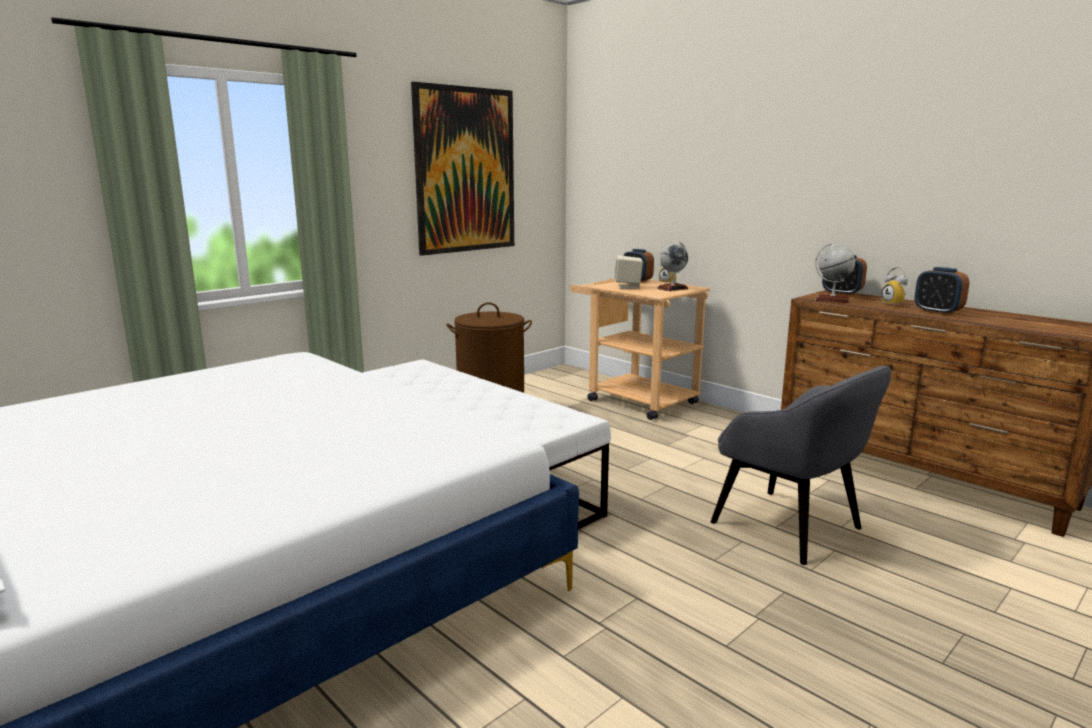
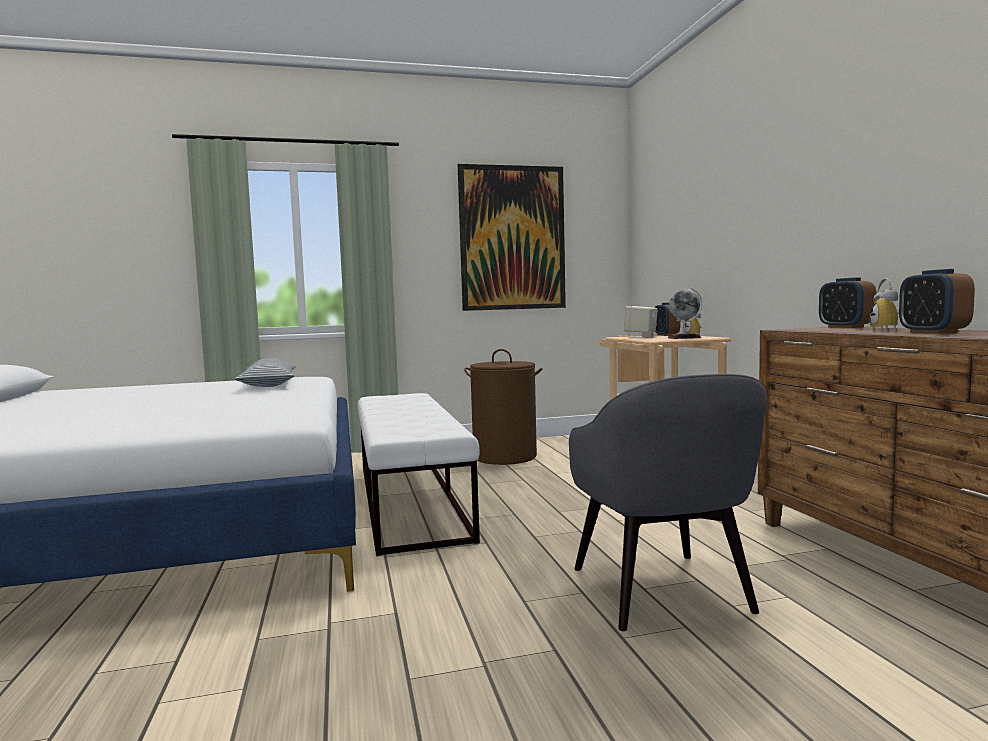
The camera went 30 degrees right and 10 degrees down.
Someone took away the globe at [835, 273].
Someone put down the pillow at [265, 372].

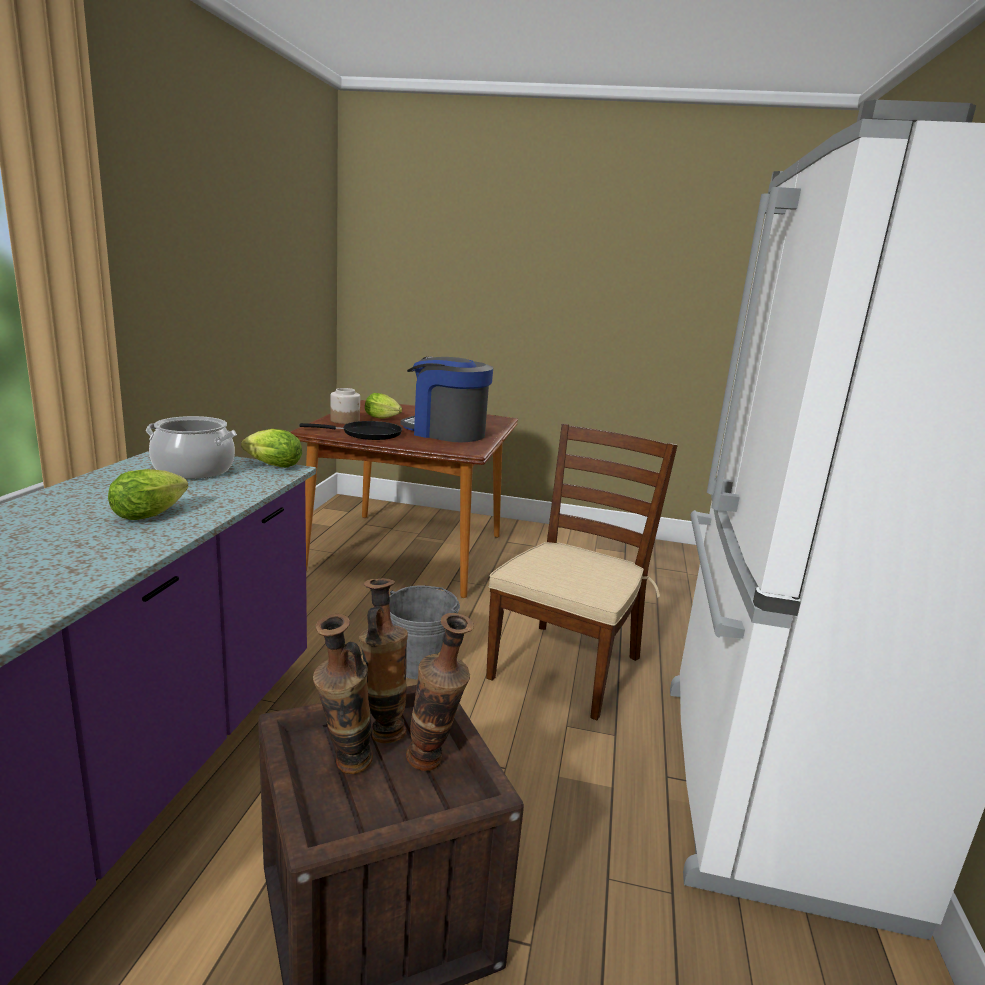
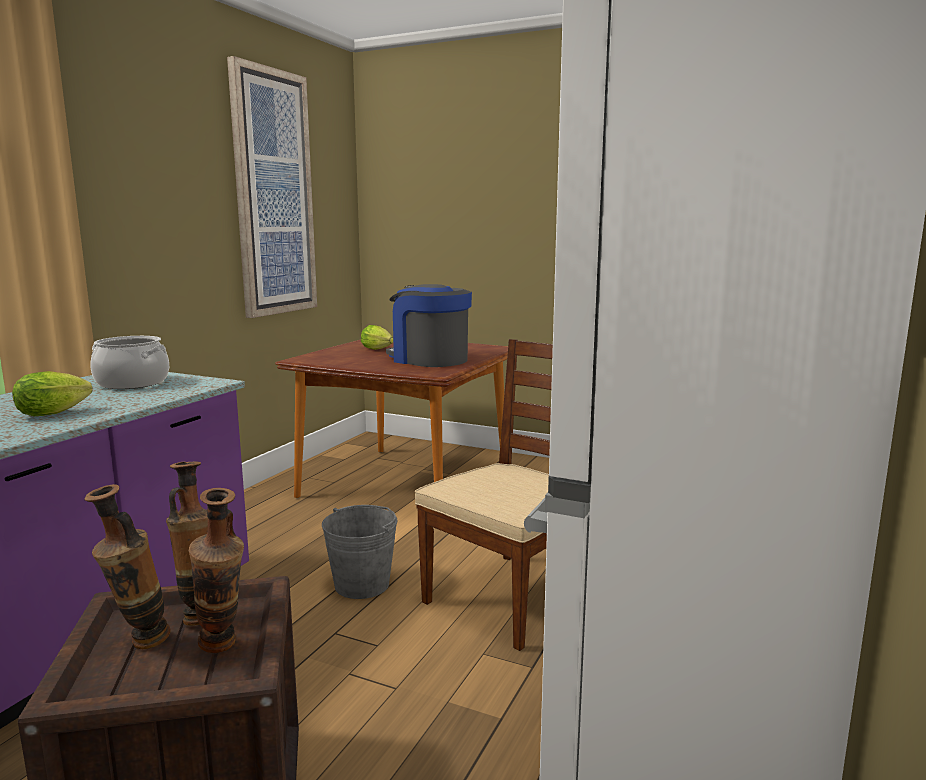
The camera went 15 degrees right and 5 degrees down.
Someone took away the lettuce at [271, 448].
Someone took away the black frying pan at [350, 430].
Someone took away the jar at [345, 406].
Someone put up the picture at [272, 187].

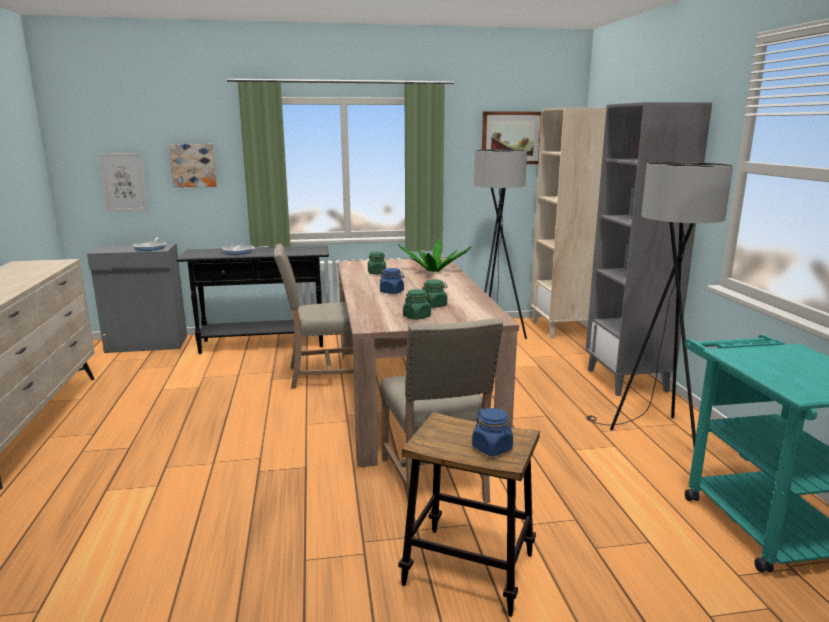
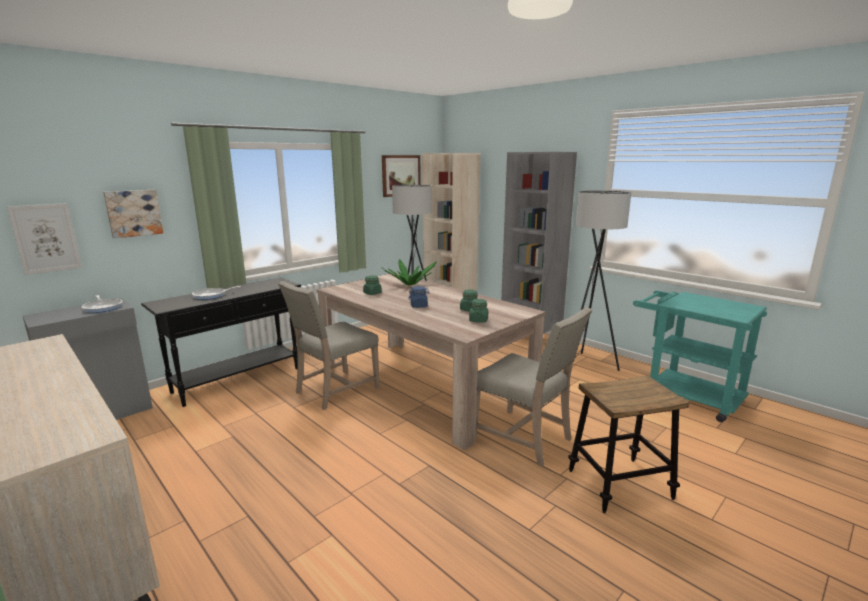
The camera went 35 degrees left and 0 degrees up.
Someone took away the blue jar at [492, 431].

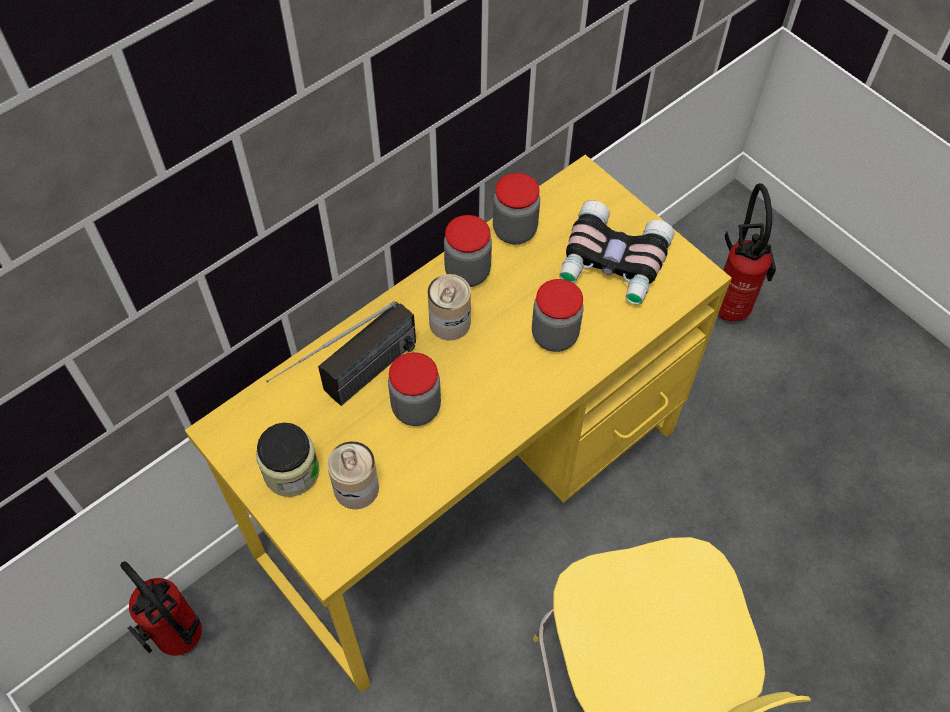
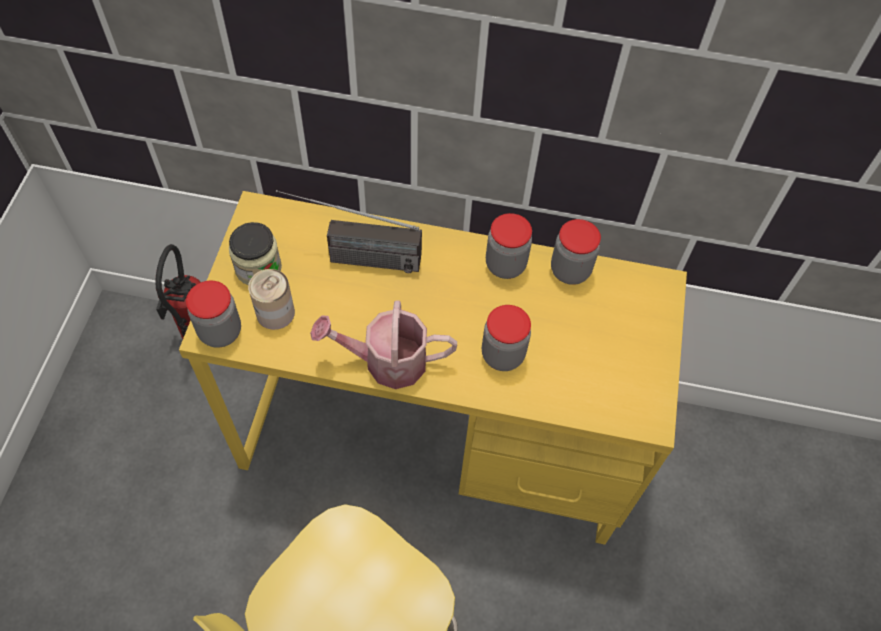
The camera went 50 degrees right and 0 degrees up.
Someone took away the can at [449, 307].
Someone took away the binoculars at [616, 252].
Someone took away the fire extinguisher at [747, 252].
Someone put down the watering can at [383, 344].
Someone carried the jar from [414, 389] to [213, 314].

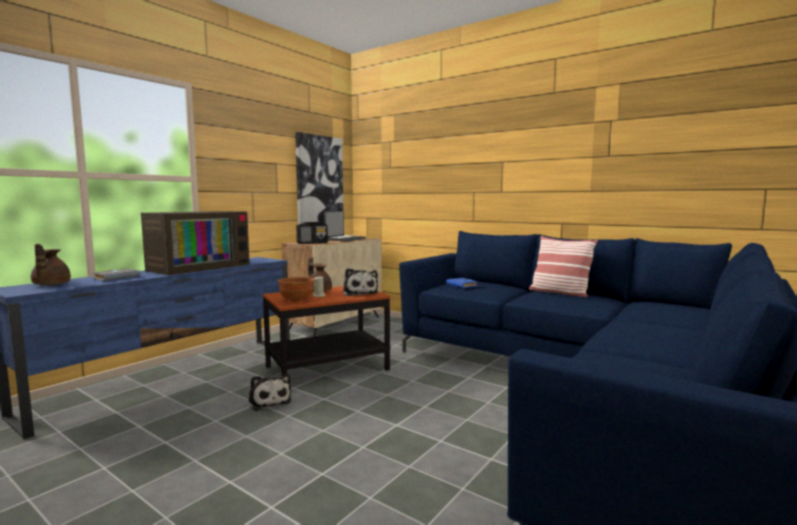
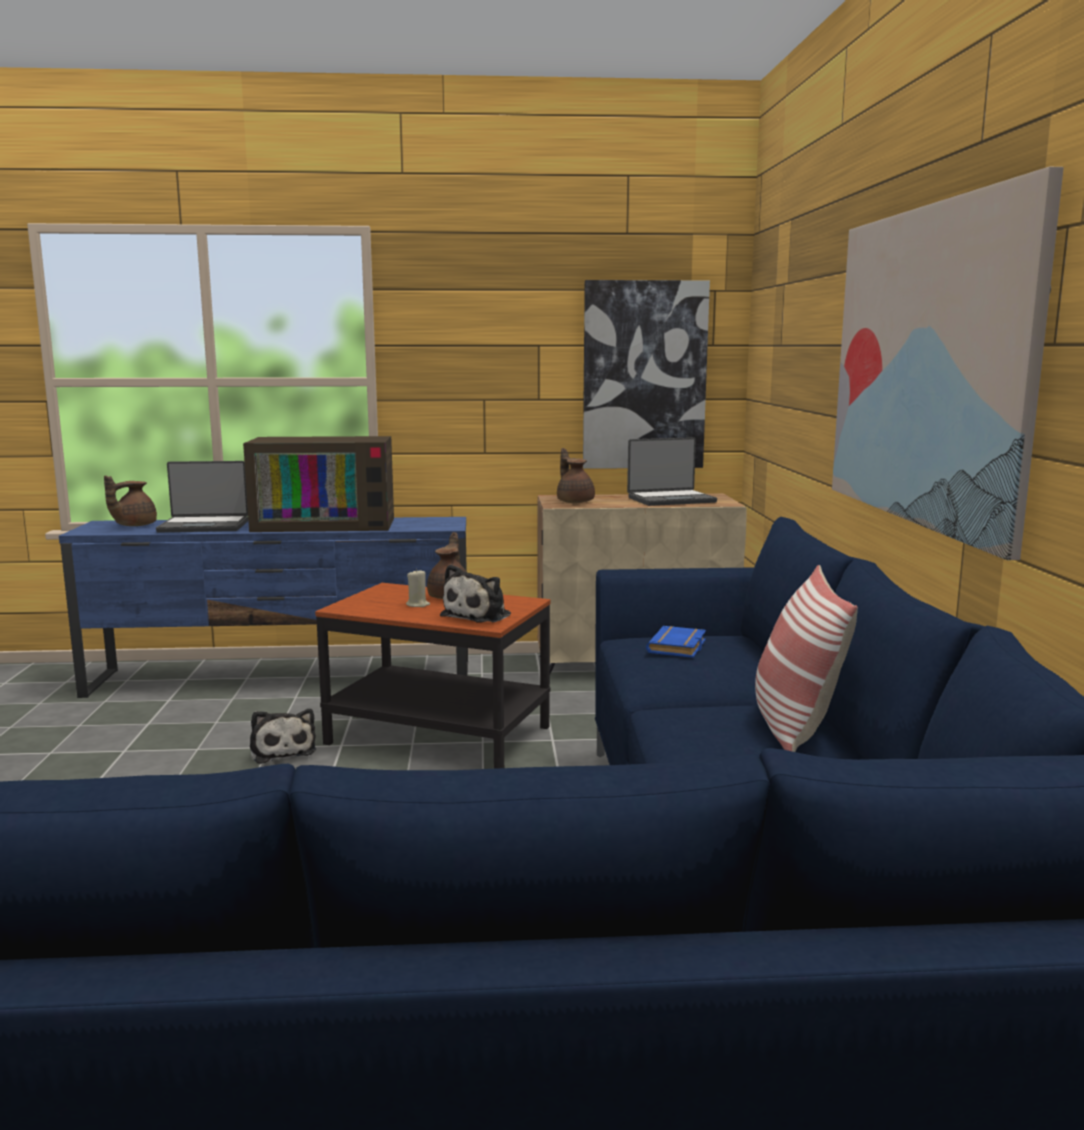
The camera went 50 degrees right and 5 degrees up.
Someone took away the brown bowl at [296, 289].
Someone put up the picture at [948, 363].
Someone swapped the grey book at [116, 274] for the laptop at [202, 496].
Someone swapped the radio at [312, 233] for the brown teapot at [576, 475].
Someone rotated the plush toy at [270, 392] by 45 degrees counterclockwise.

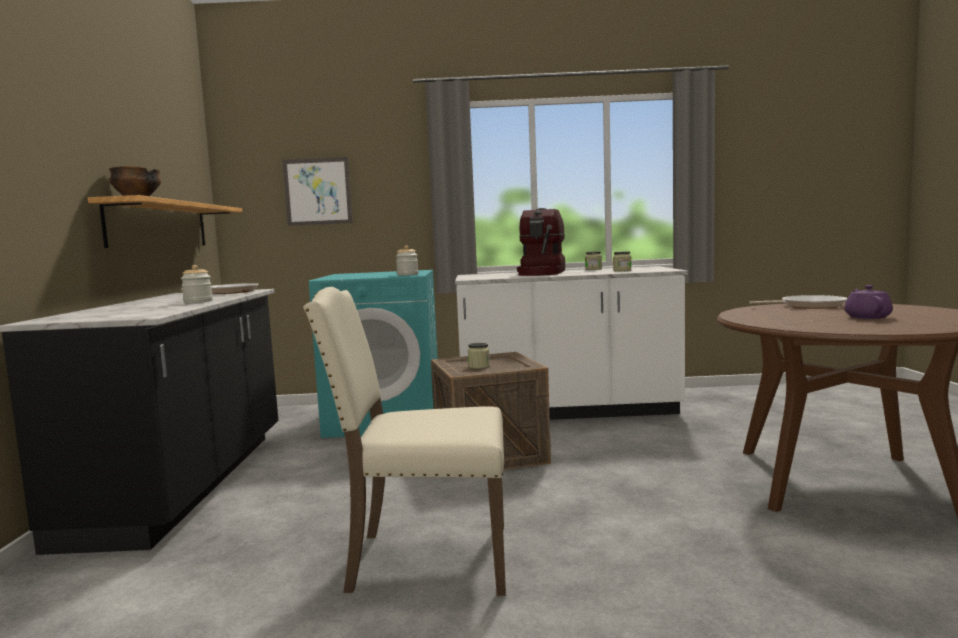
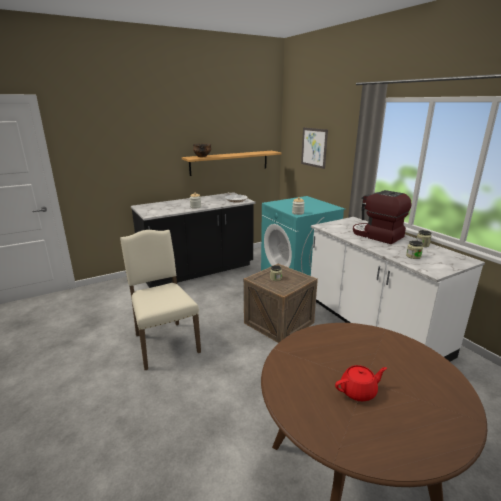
The camera went 60 degrees right and 15 degrees up.
Someone took away the frying pan at [798, 302].
Someone repainted the purple teapot at [868, 302], which became the red teapot at [361, 383].
Someone rotated the coffee machine at [541, 242] by 60 degrees clockwise.

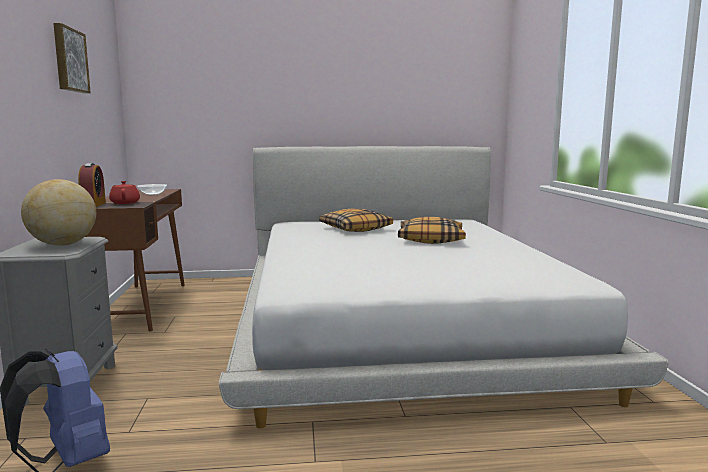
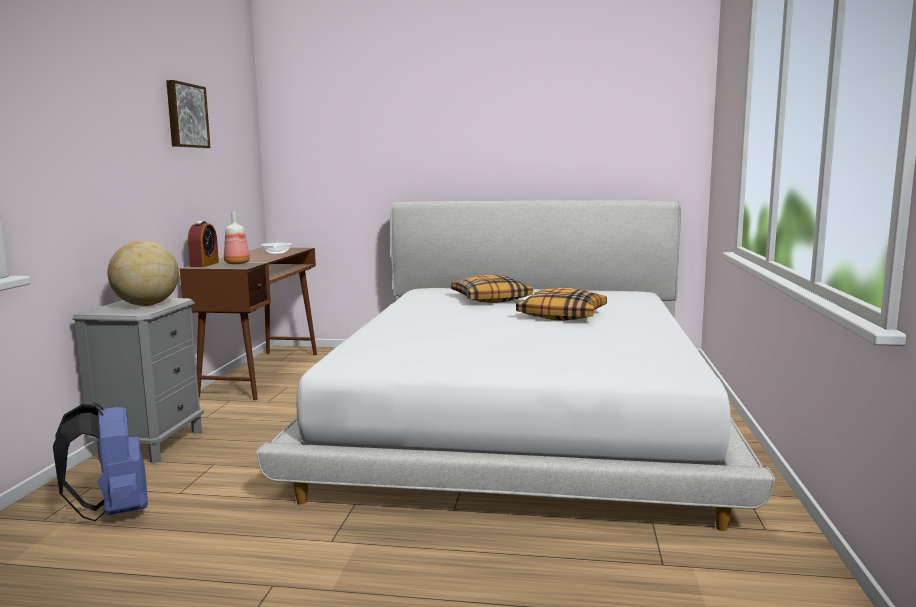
The camera went 15 degrees right and 0 degrees up.
Someone swapped the red teapot at [124, 192] for the bottle at [237, 238].

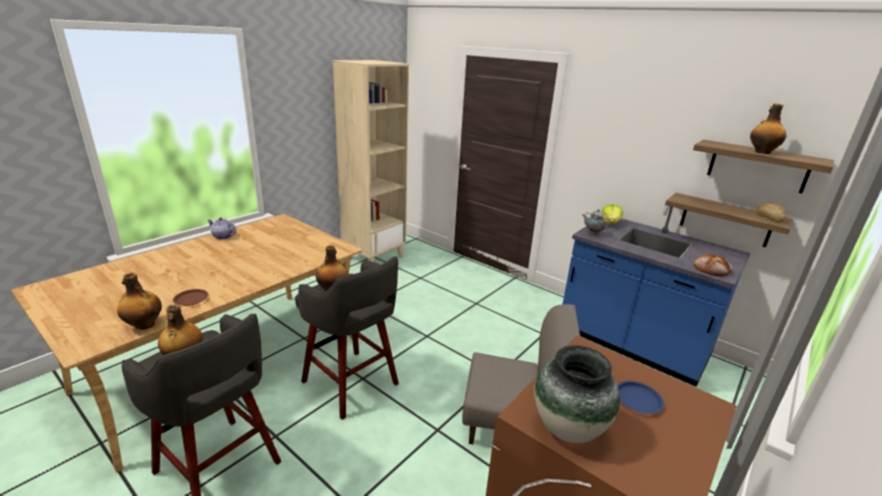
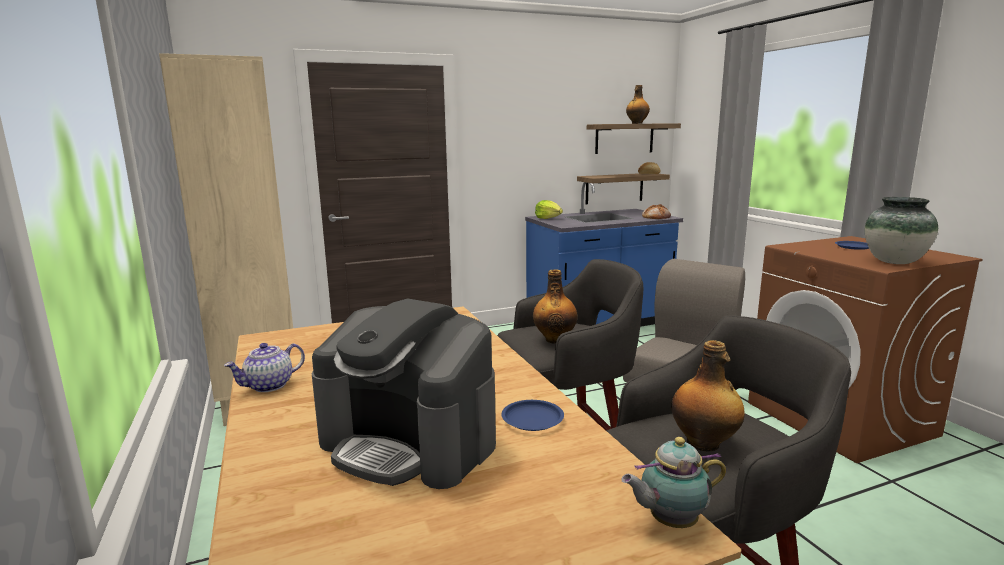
The camera went 60 degrees left and 10 degrees down.
Someone took away the bottle at [139, 301].
Someone put down the coffee machine at [404, 393].
Someone carried the teapot from [596, 222] to [673, 482].
Someone repainted the brown plate at [190, 297], which became the blue plate at [532, 415].

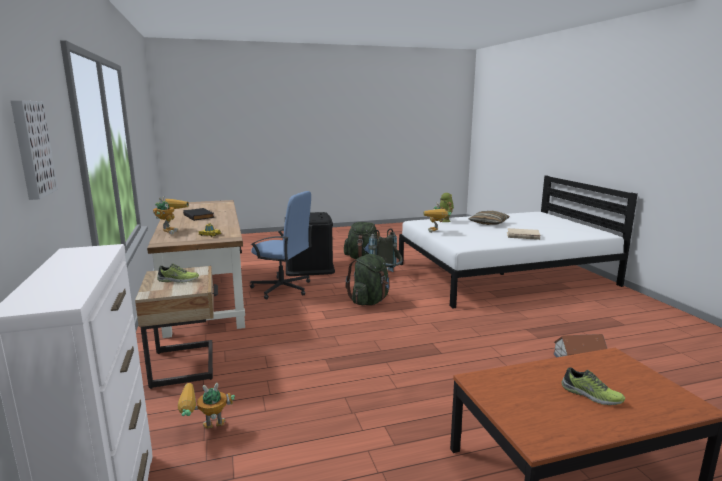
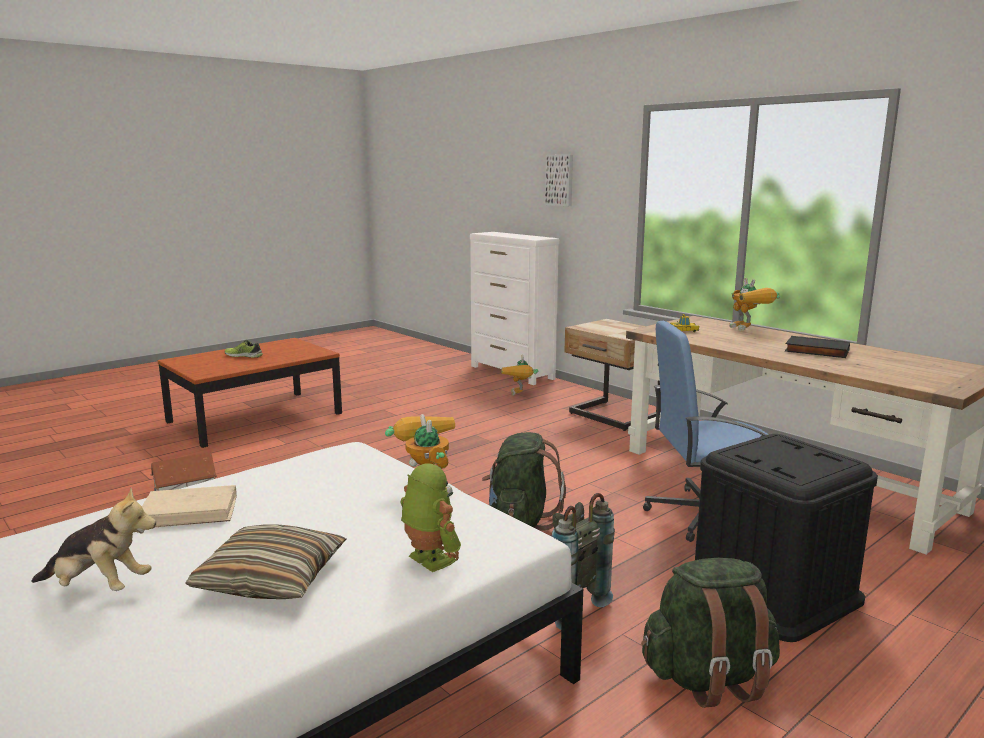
The camera went 155 degrees right and 0 degrees up.
Someone took away the shoe at [178, 273].
Someone put down the plush toy at [93, 539].
Someone rotated the toy robot at [206, 406] by 135 degrees clockwise.

